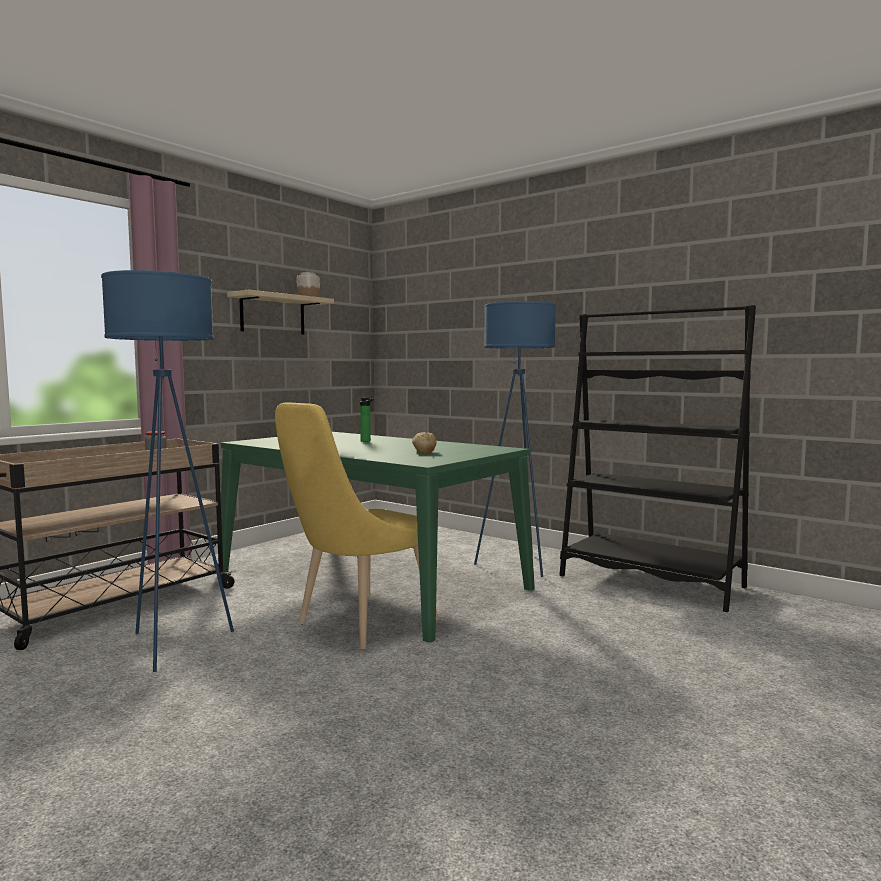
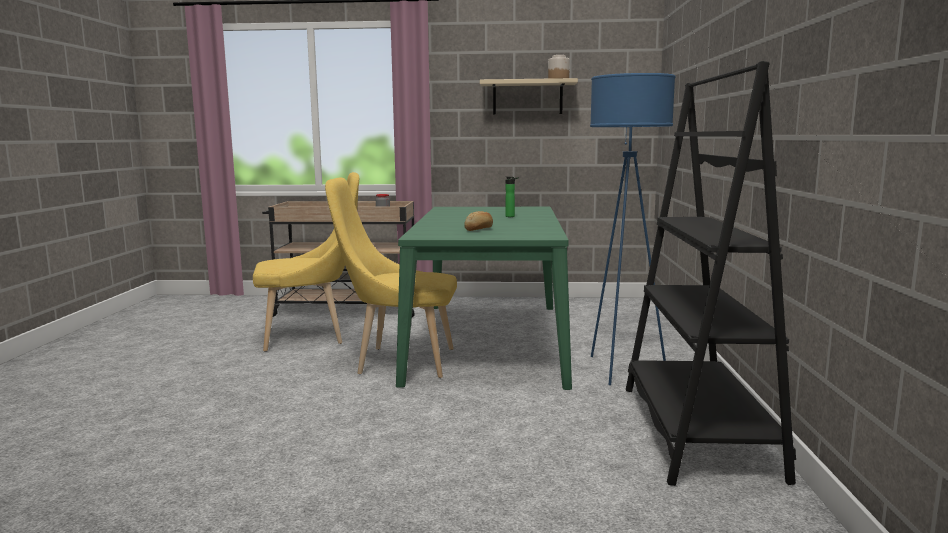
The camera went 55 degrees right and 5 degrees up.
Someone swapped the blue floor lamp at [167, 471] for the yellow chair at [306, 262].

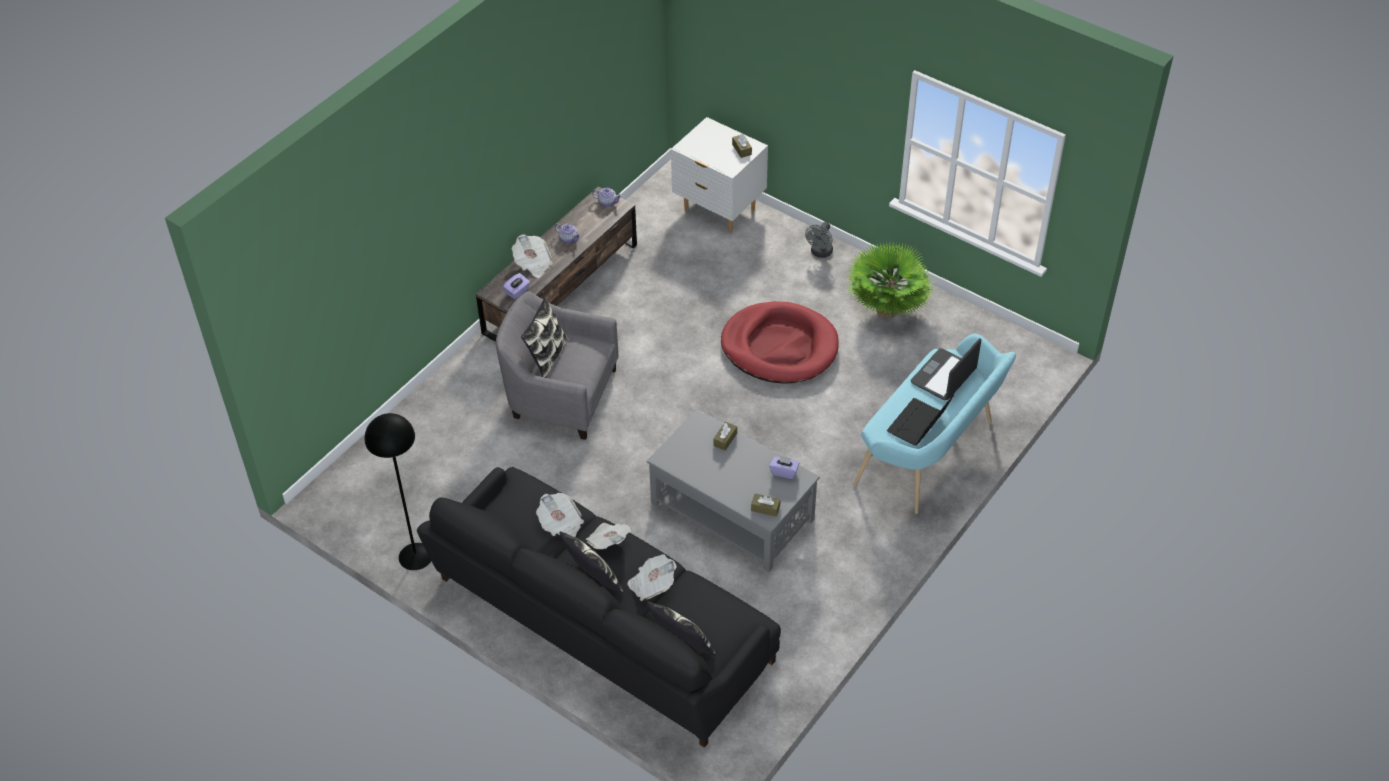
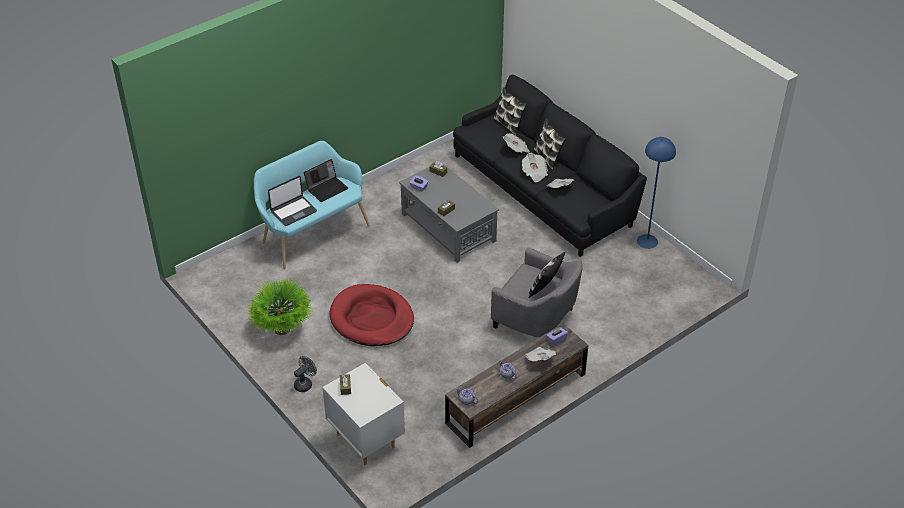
The camera went 165 degrees left and 5 degrees down.
Someone repainted the black floor lamp at [398, 491], which became the blue floor lamp at [656, 193].

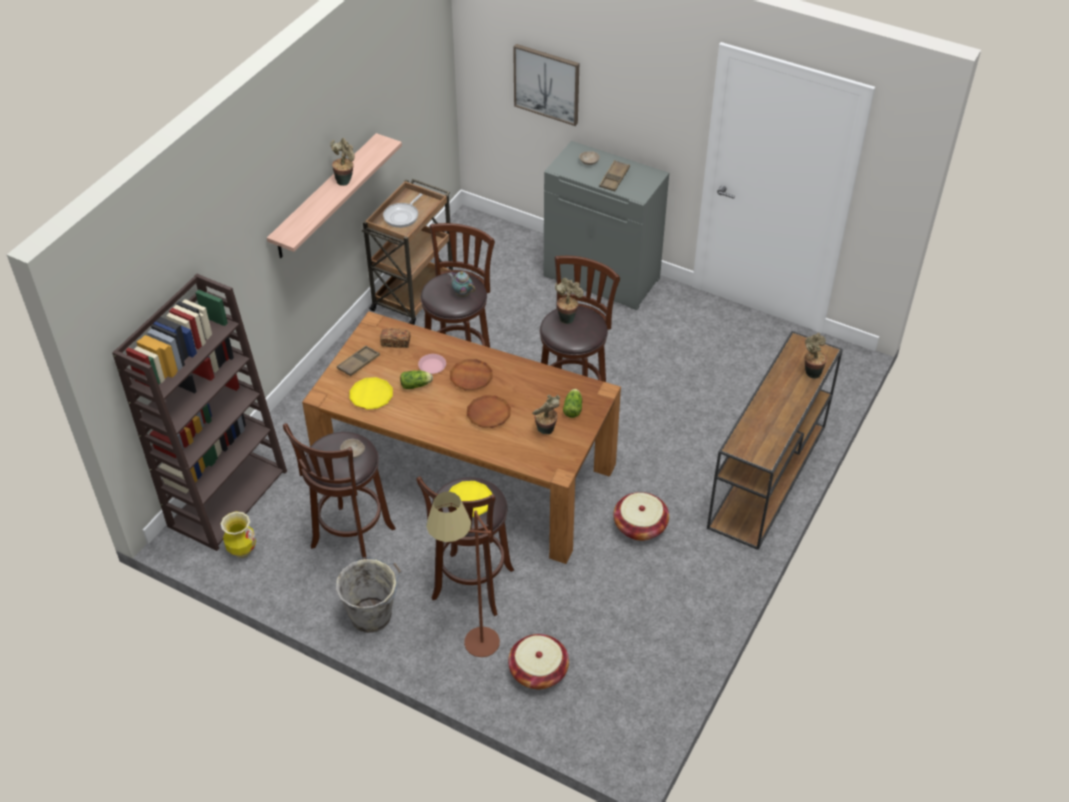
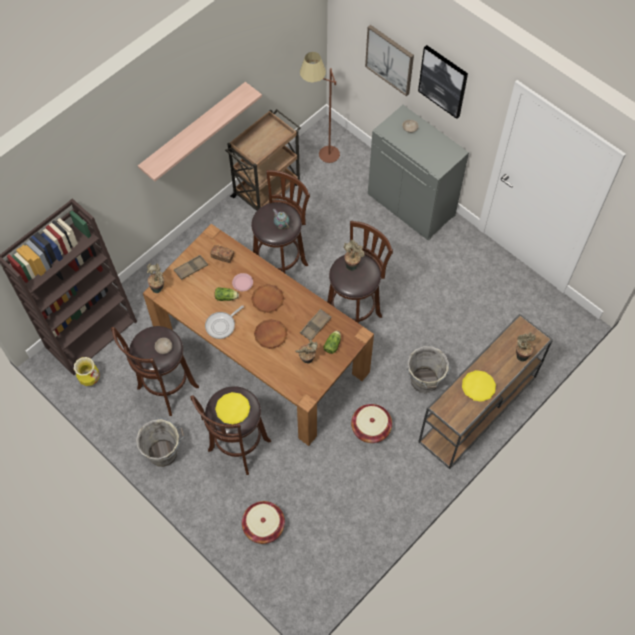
The camera went 15 degrees right and 15 degrees up.
Someone put down the grey bucket at [429, 369].
Someone put up the picture at [443, 82].
Someone carried the potted plant from [342, 162] to [155, 278].
Someone carried the yellow plate from [371, 393] to [479, 386].
Someone carried the frying pan from [403, 210] to [224, 322].
Someone carried the brown floor lamp from [463, 574] to [320, 107].
Someone carried the brown tray from [614, 175] to [316, 324].

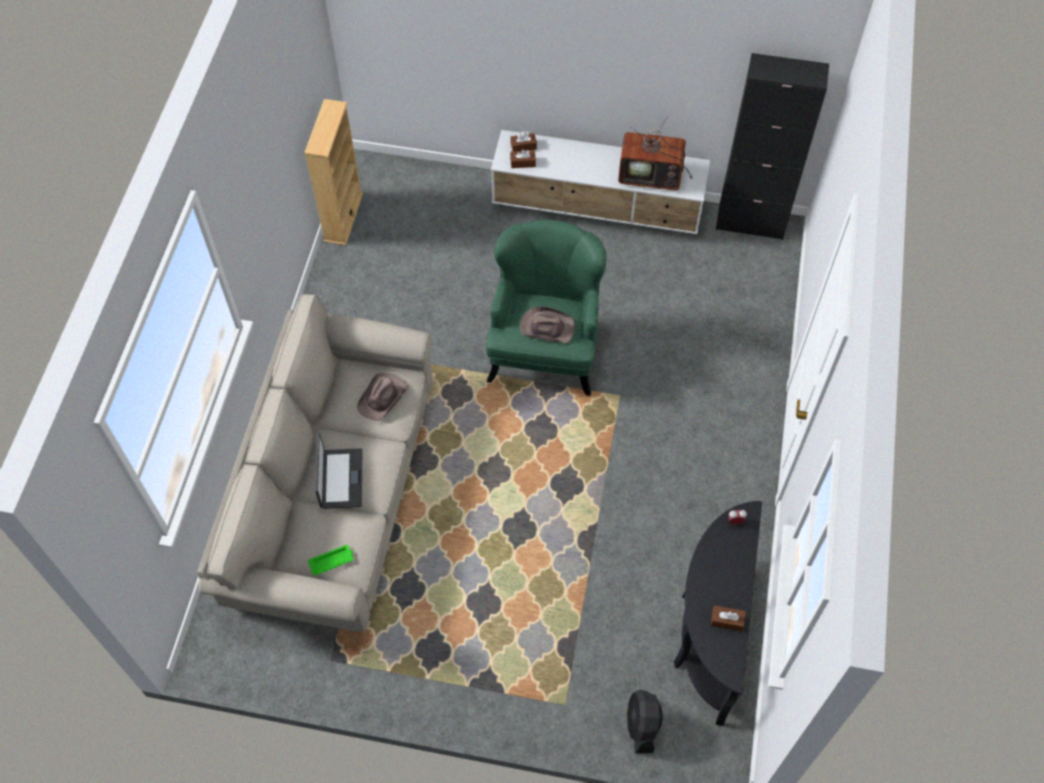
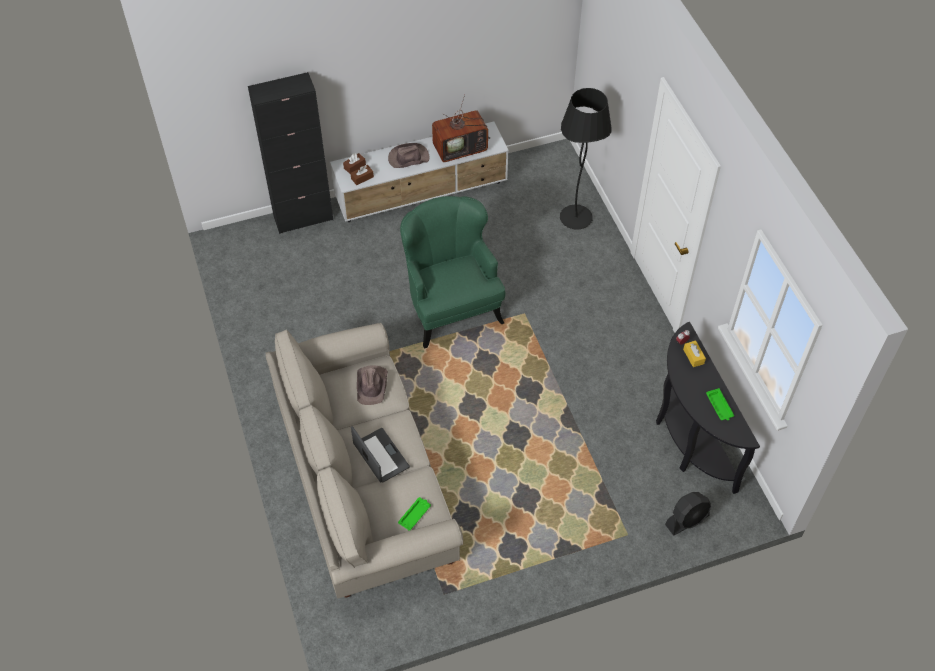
The camera went 30 degrees left and 5 degrees down.
Someone took away the beige bookcase at [333, 172].
Someone put down the black floor lamp at [585, 159].
Someone put down the yellow tissue box at [694, 353].
Someone carried the brown hat from [547, 325] to [409, 155].
Someone carried the black cabinet from [772, 146] to [290, 153].
Someone swapped the brown tissue box at [728, 618] for the green tray at [720, 404].
Someone rotated the black fan at [645, 721] by 90 degrees counterclockwise.

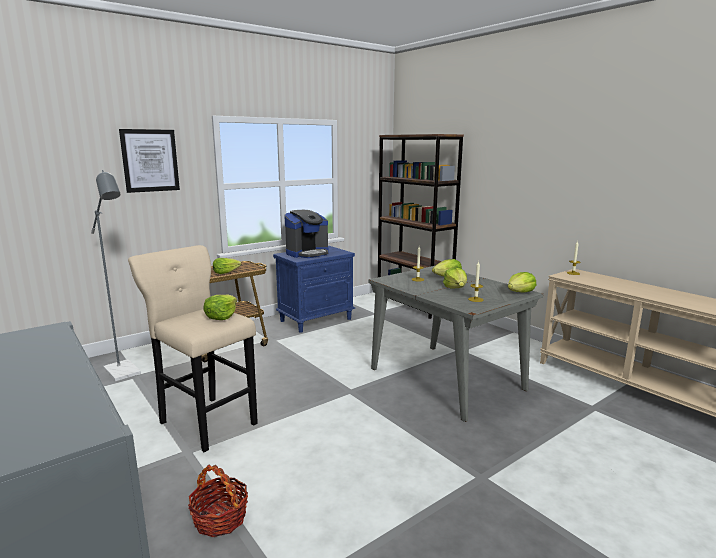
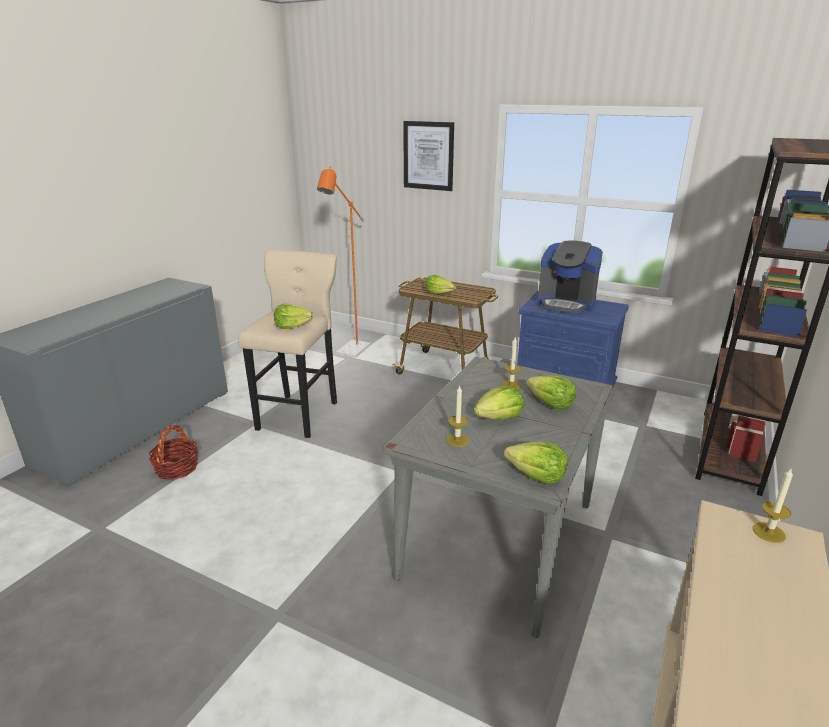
The camera went 65 degrees right and 10 degrees up.
Someone repainted the grey floor lamp at [116, 275], which became the orange floor lamp at [344, 262].

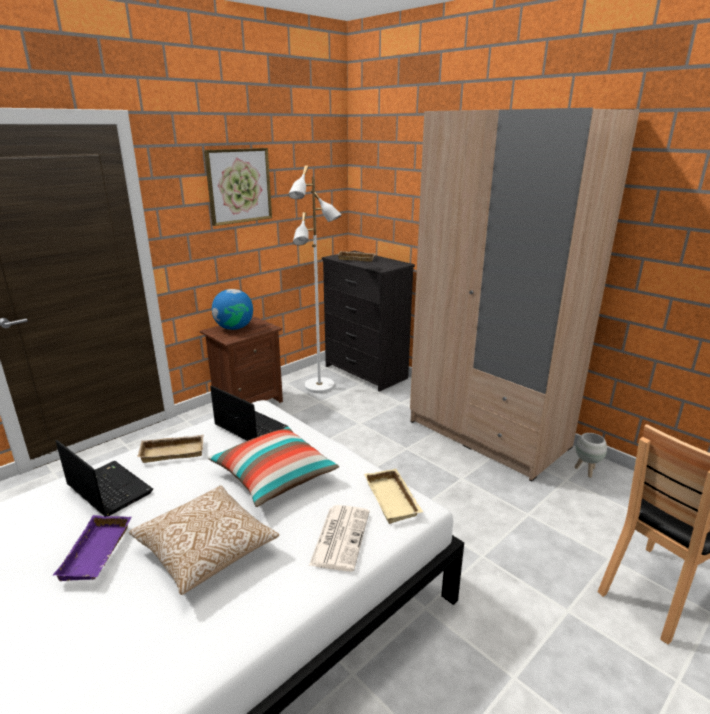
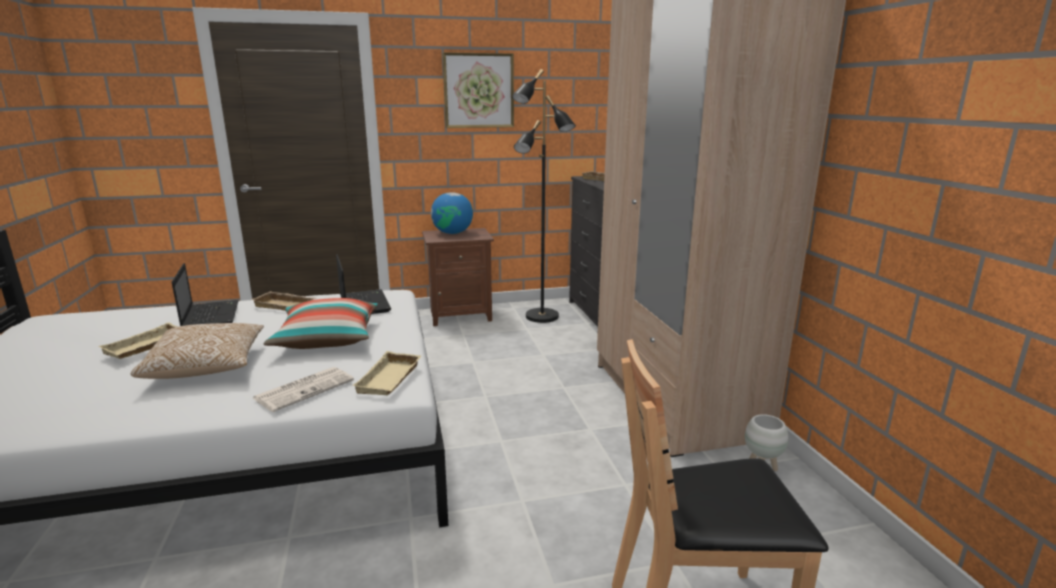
The camera went 30 degrees right and 5 degrees down.
Someone repainted the purple tray at [92, 548], which became the beige tray at [138, 340].
Someone repainted the white floor lamp at [315, 279], which became the black floor lamp at [544, 196].

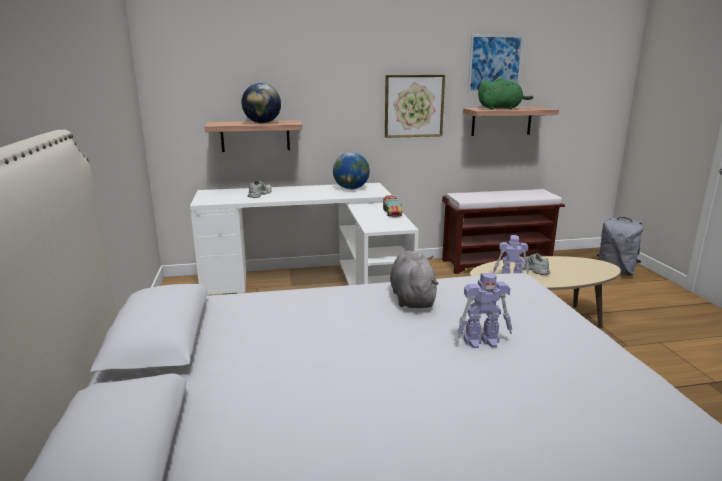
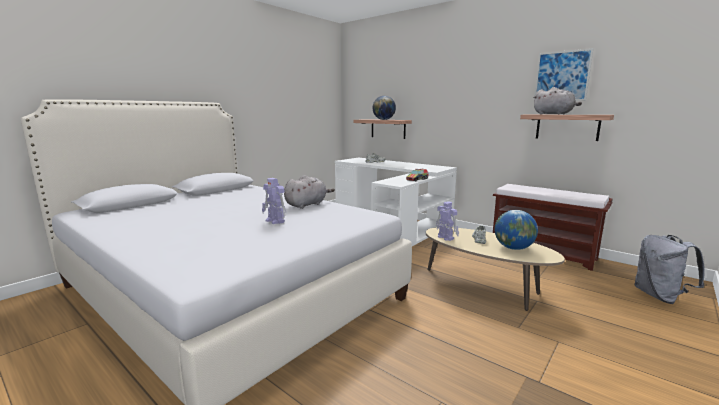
The camera went 50 degrees right and 5 degrees down.
Someone took away the picture at [415, 106].
Someone carried the globe from [351, 170] to [516, 230].
Someone repainted the green plush toy at [505, 94], which became the grey plush toy at [557, 100].

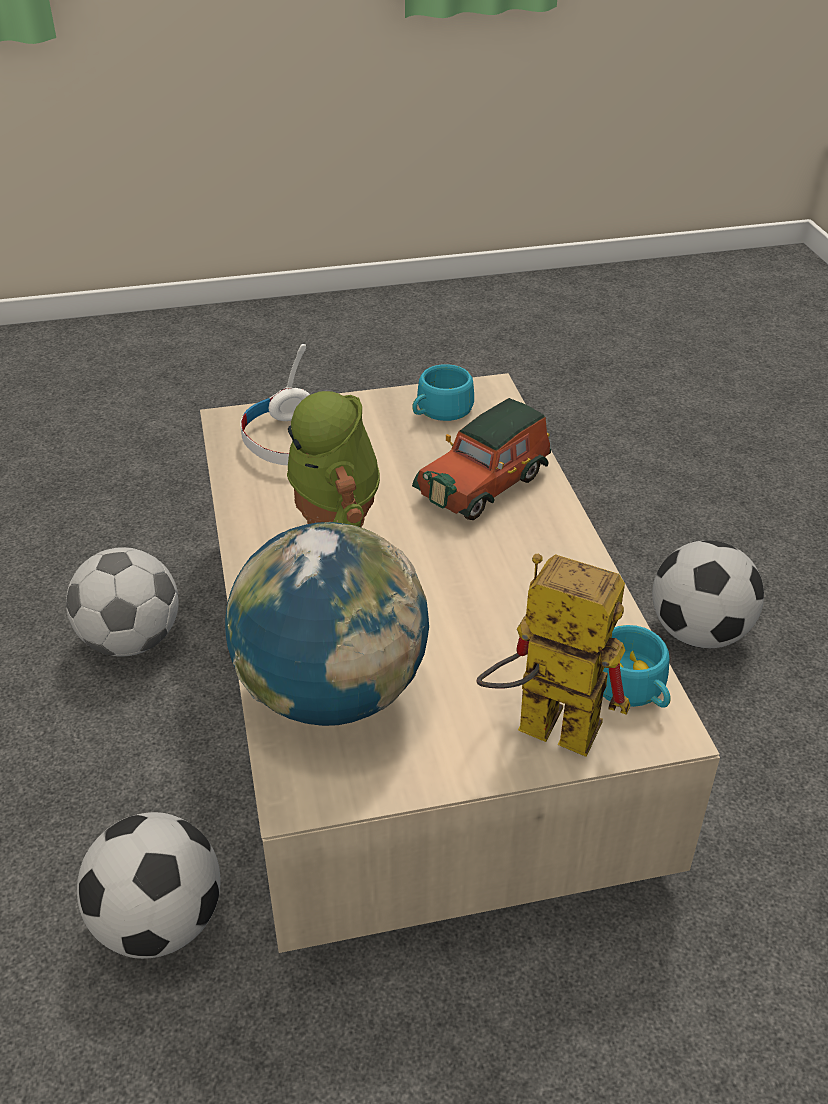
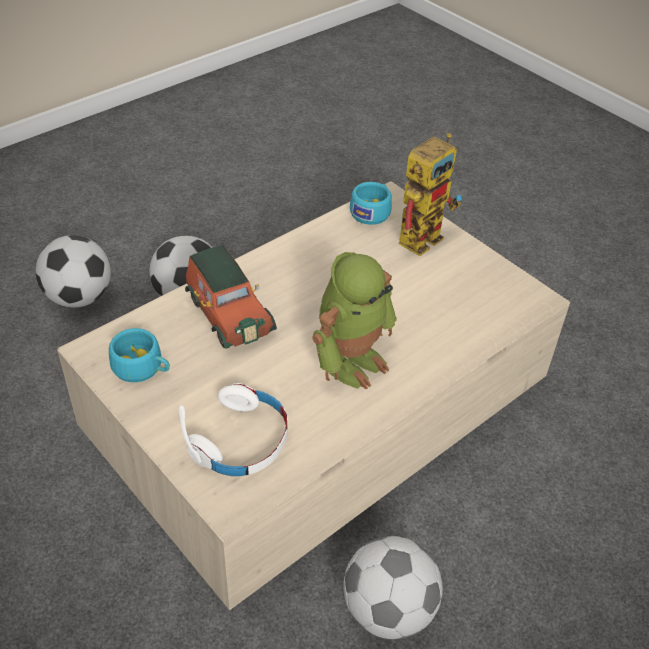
The camera went 120 degrees left and 5 degrees up.
Someone took away the globe at [327, 624].
Someone carried the football from [148, 885] to [73, 271].
Someone rotated the toy car at [481, 459] by 45 degrees clockwise.
Someone rotated the toy robot at [553, 655] by 135 degrees counterclockwise.

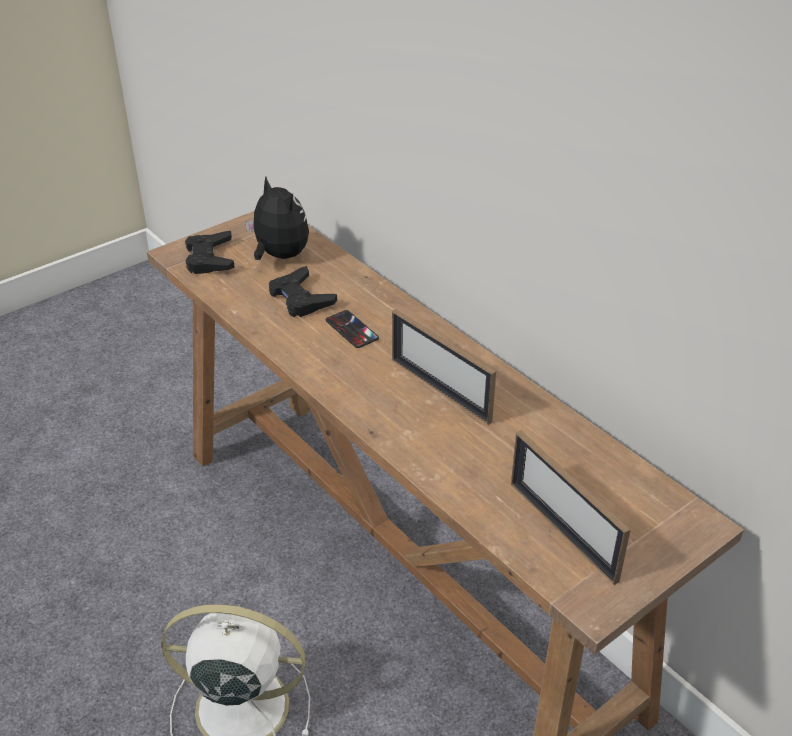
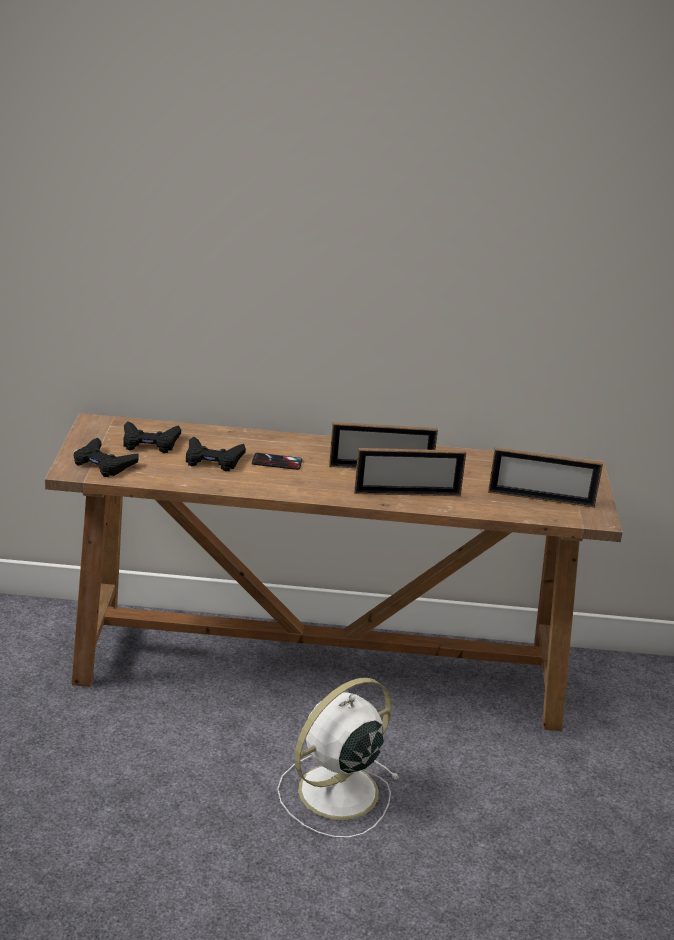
The camera went 50 degrees left and 10 degrees down.
Someone put down the picture frame at [410, 472].
Someone swapped the plush toy at [277, 218] for the black game controller at [152, 437].

